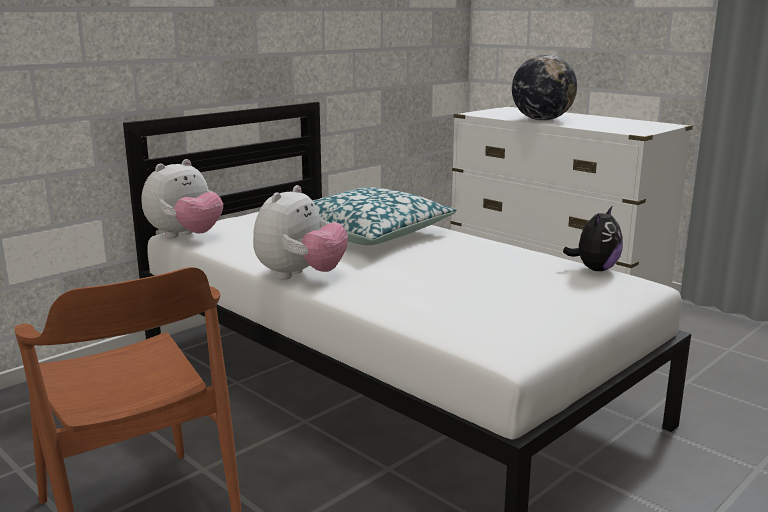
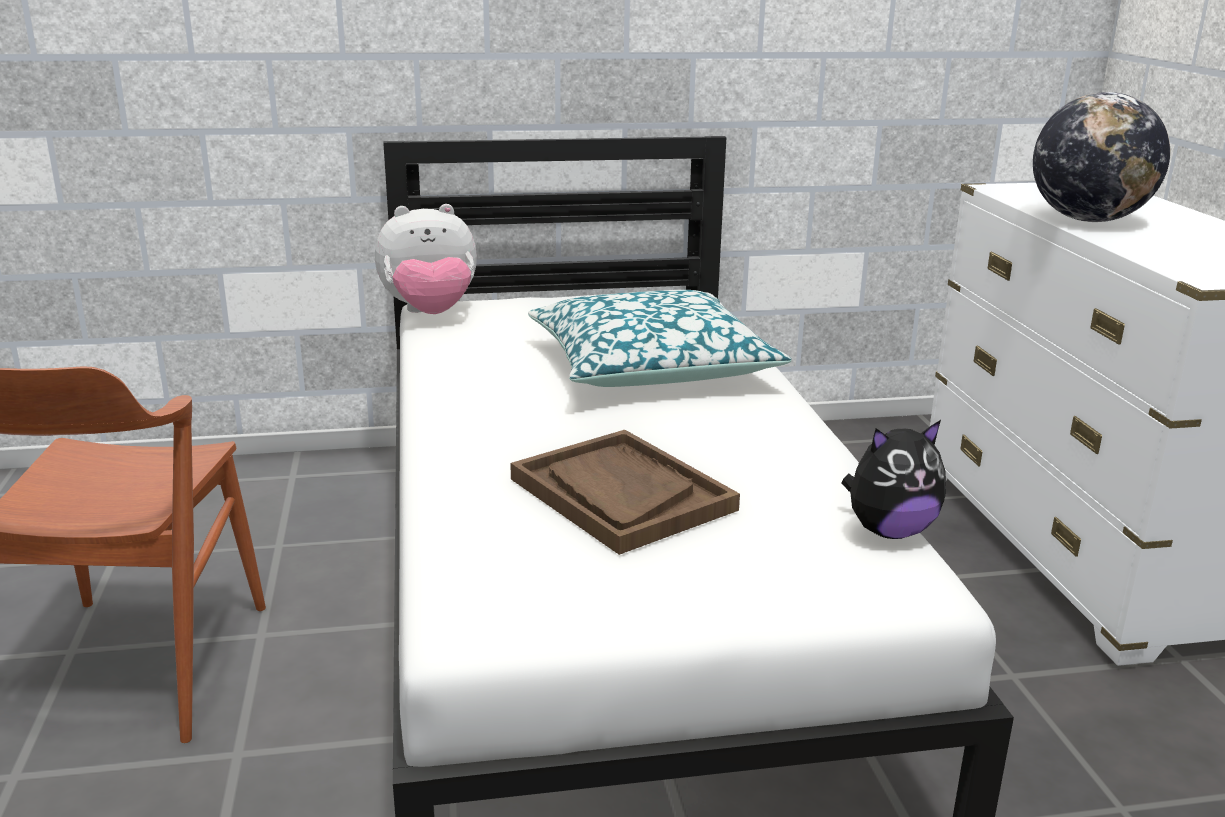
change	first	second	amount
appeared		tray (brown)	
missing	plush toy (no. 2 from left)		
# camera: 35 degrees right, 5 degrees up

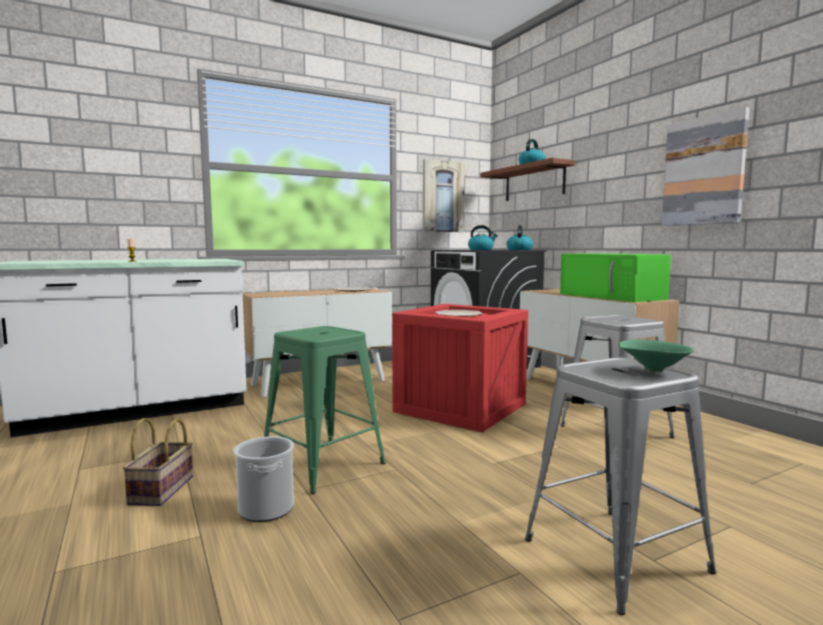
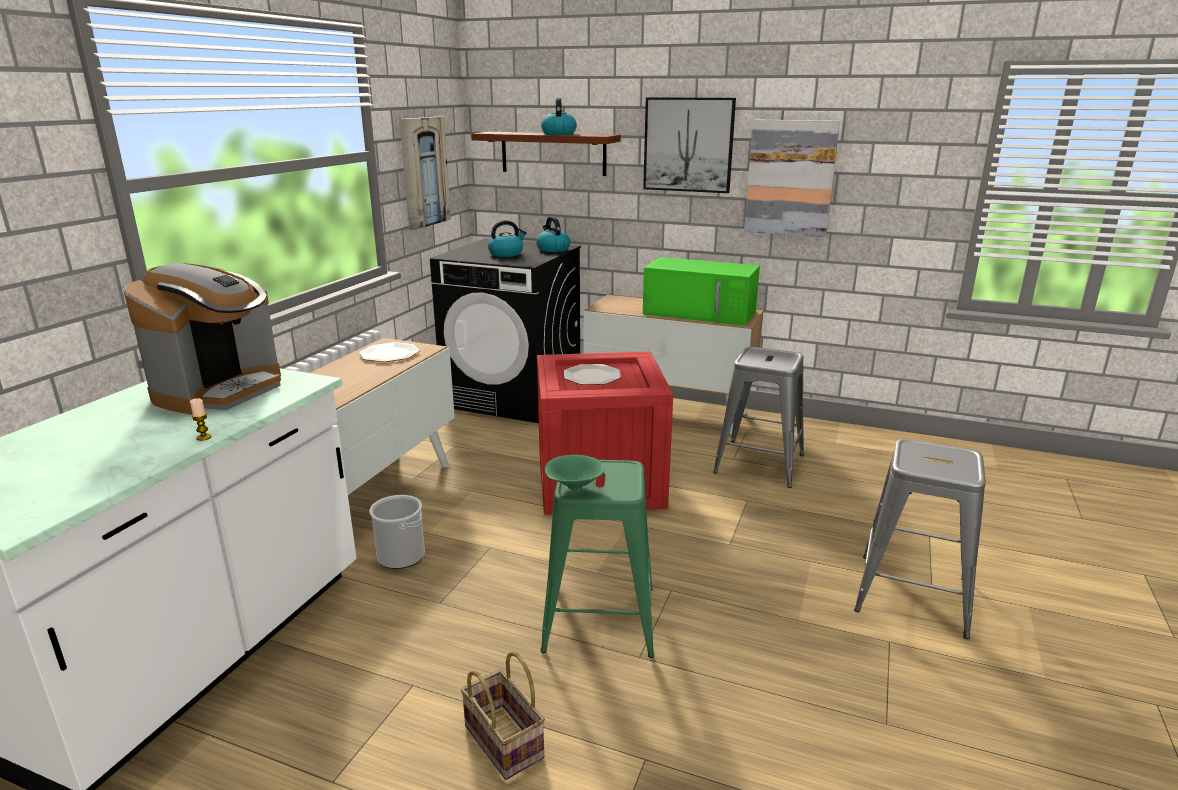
change	first	second	amount
appeared		coffee machine	
relocated	bucket		
relocated	bowl (green)		
appeared		picture (no. 2 from left)	
# camera: 40 degrees left, 15 degrees up

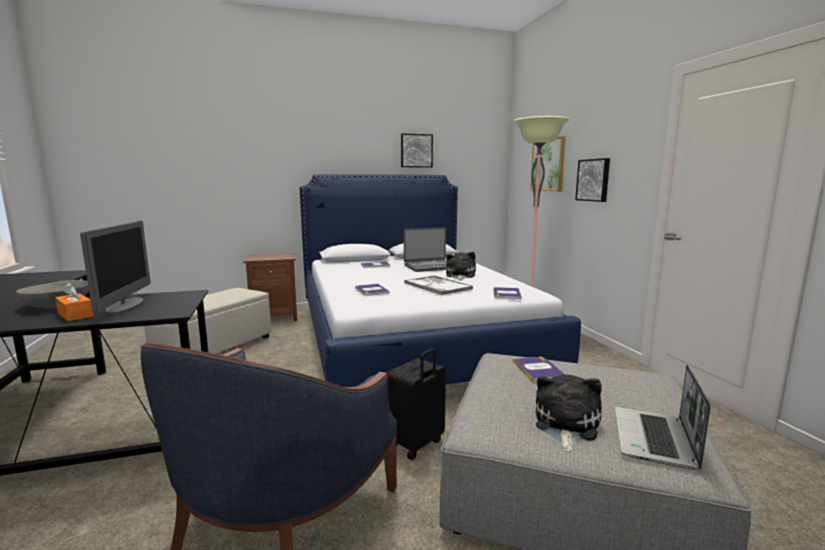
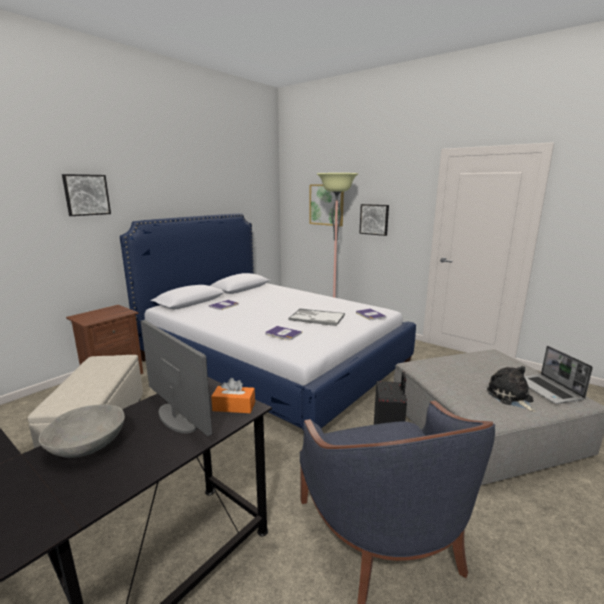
change	first	second	amount
relocated	picture (no. 1 from left)		
relocated	tissue box (orange)		
missing	laptop (no. 1 from left)		
missing	plush toy (no. 1 from left)		
missing	book (no. 4 from left)		
# camera: 35 degrees left, 5 degrees up

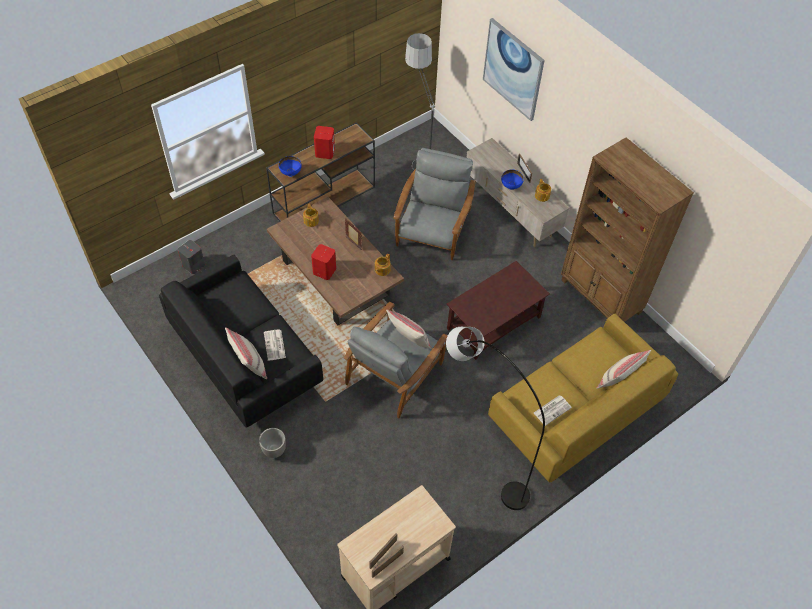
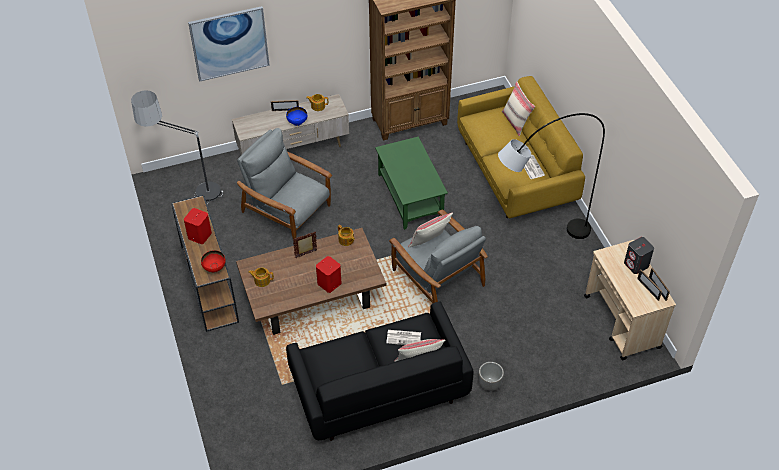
change	first	second	amount
colour	bowl (blue) (no. 1 from left)	bowl (red)	
colour	coffee table (brown) (no. 2 from left)	coffee table (green)	
relocated	speaker (grey)		
# camera: 70 degrees left, 5 degrees down

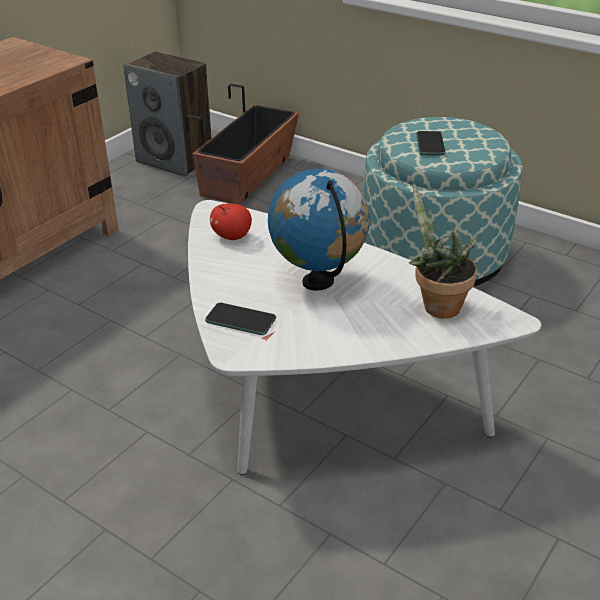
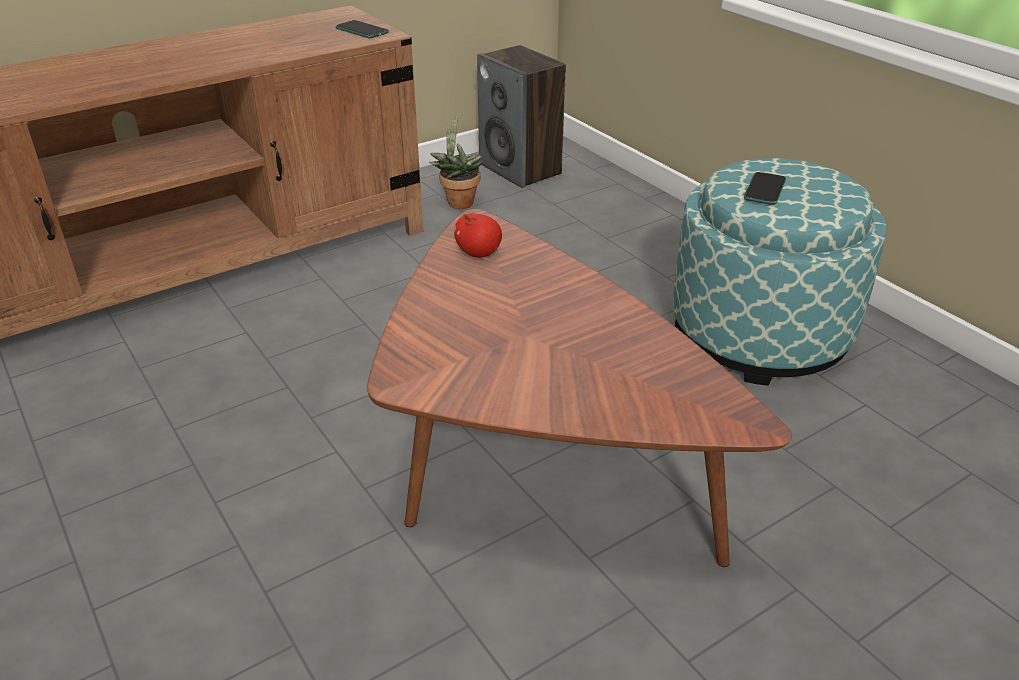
change	first	second	amount
relocated	phone (no. 1 from left)		
colour	coffee table (white)	coffee table (brown)	
relocated	potted plant		
missing	planter		
missing	globe		
# camera: 20 degrees right, 0 degrees up

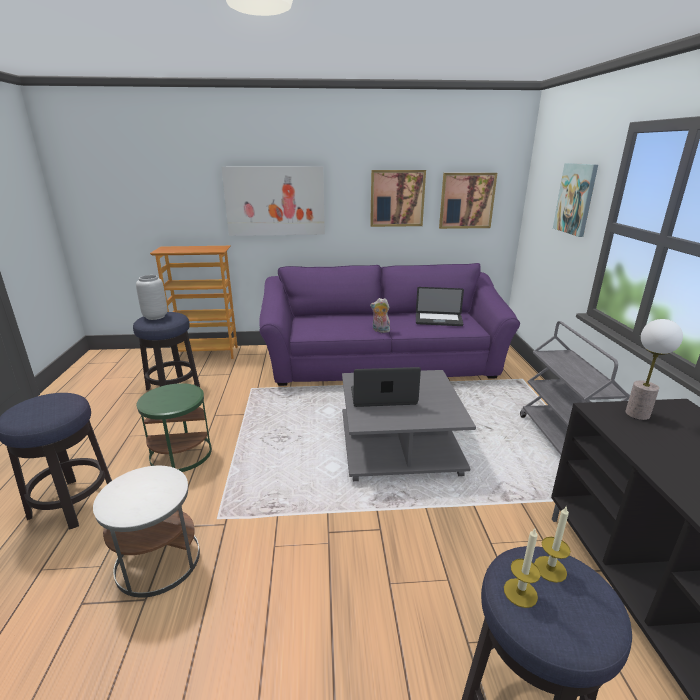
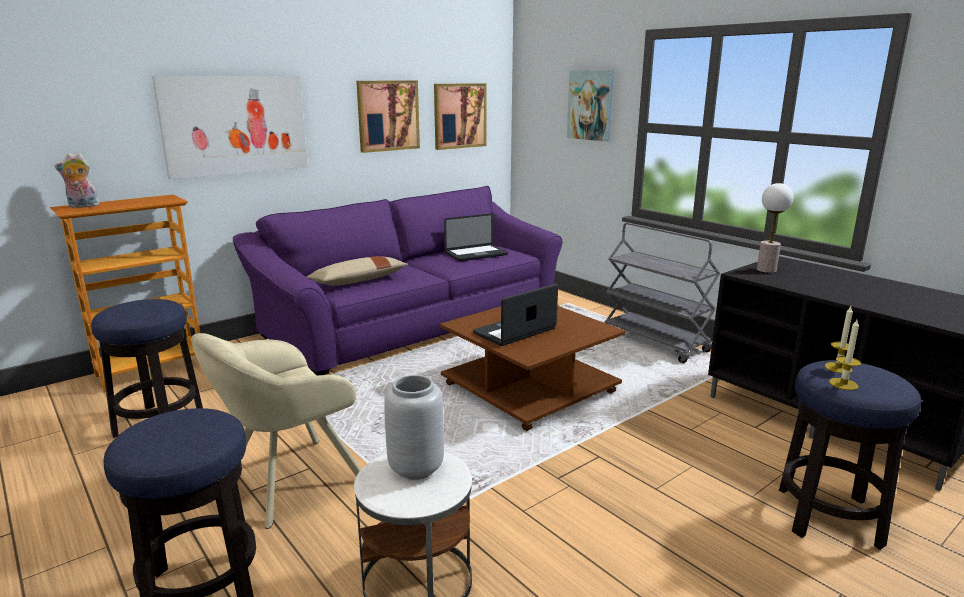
change	first	second	amount
relocated	plush toy		
exchanged	side table (green)	armchair (beige)	
appeared		pillow (beige)	
relocated	vase (grey)		
colour	coffee table (grey)	coffee table (brown)	
# camera: 35 degrees left, 5 degrees down

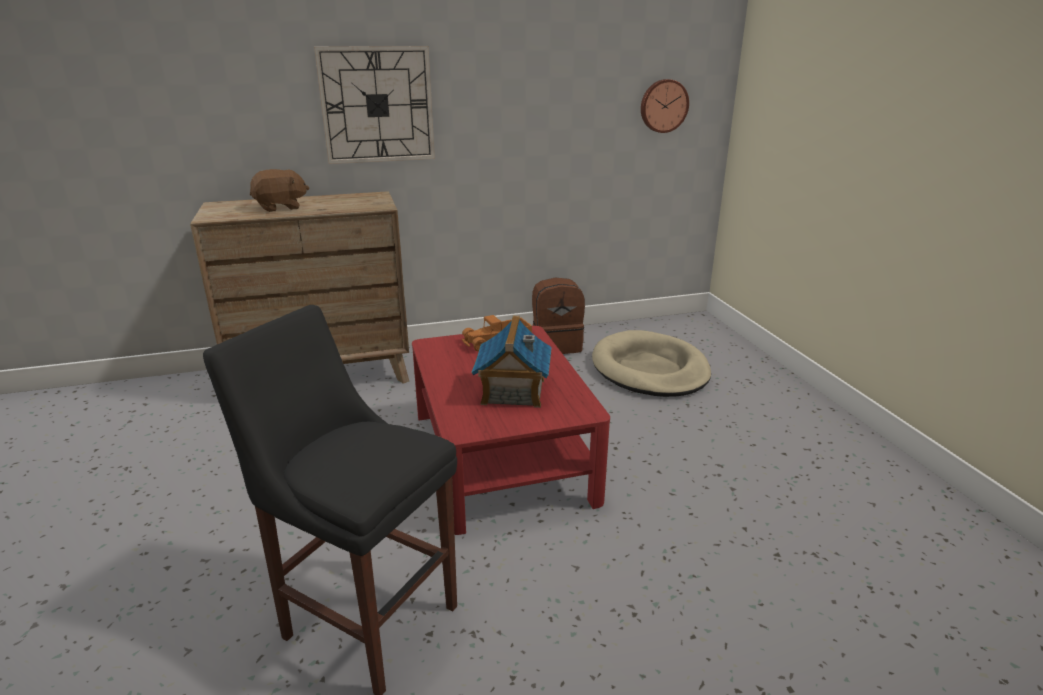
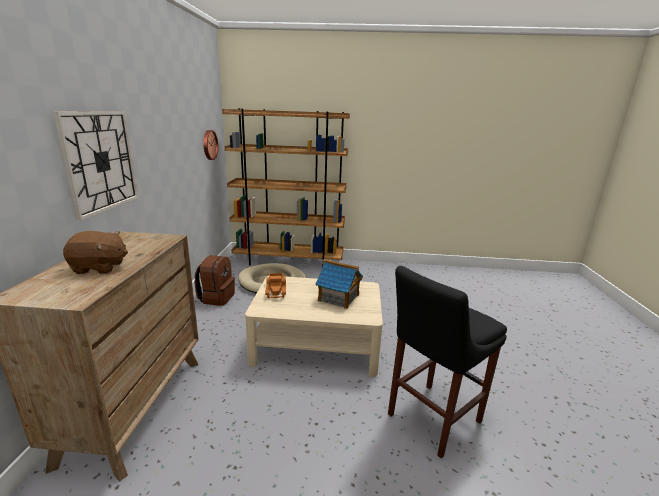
change	first	second	amount
spun	plush toy (brown)		90 degrees clockwise
appeared		bookcase (brown)	
colour	coffee table (red)	coffee table (beige)	
# camera: 70 degrees left, 5 degrees down

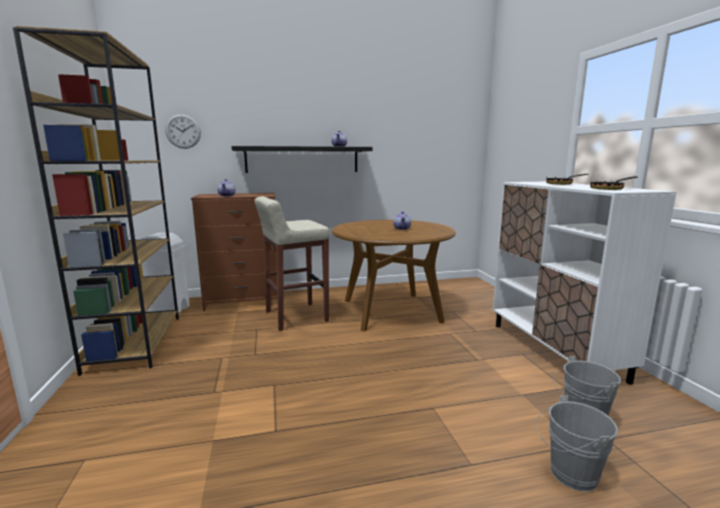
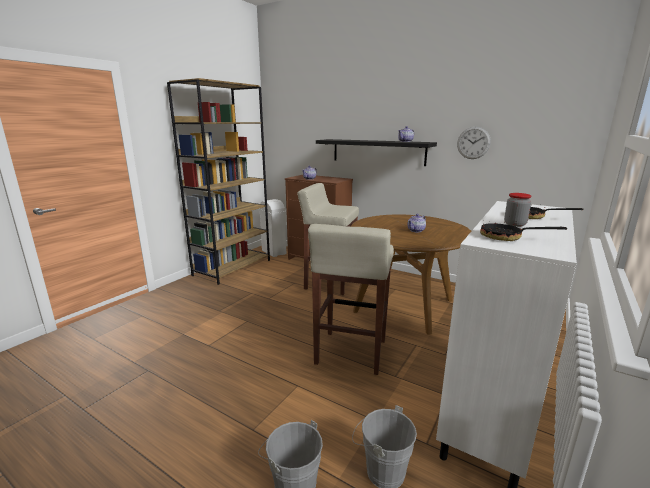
change	first	second	amount
appeared		stool (beige) (no. 2 from left)	
relocated	wall clock		
appeared		jar	
# camera: 45 degrees right, 5 degrees up

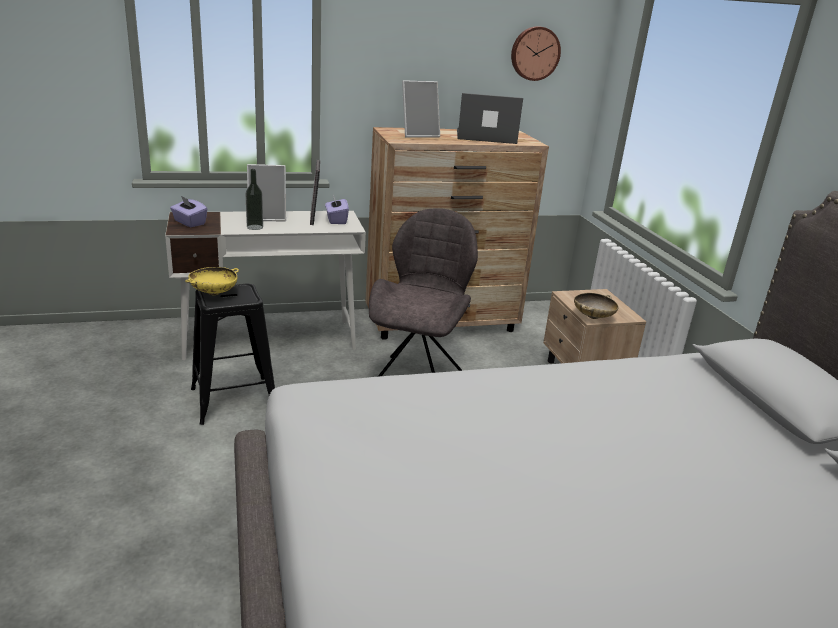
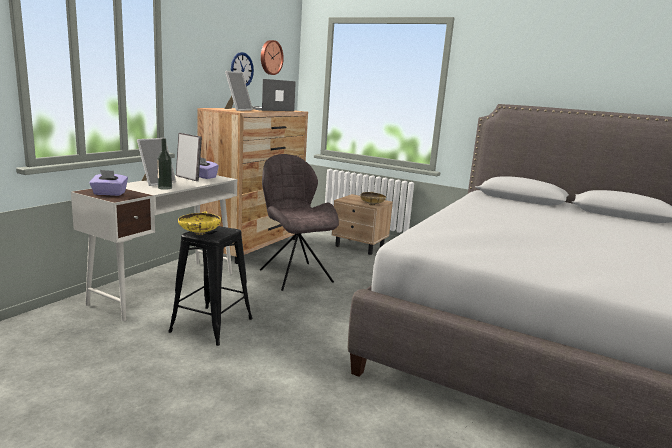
change	first	second	amount
appeared		wall clock (no. 1 from left)	
# camera: 45 degrees left, 10 degrees down

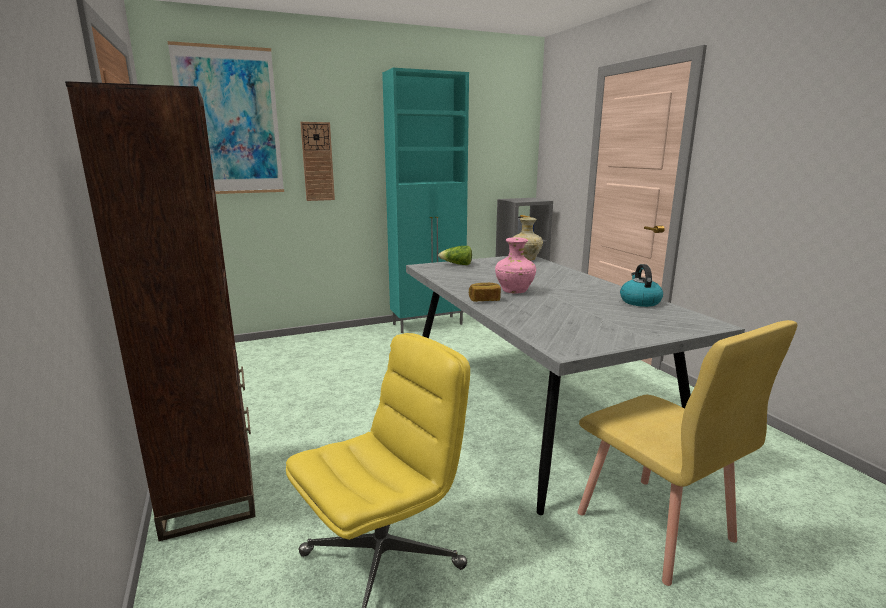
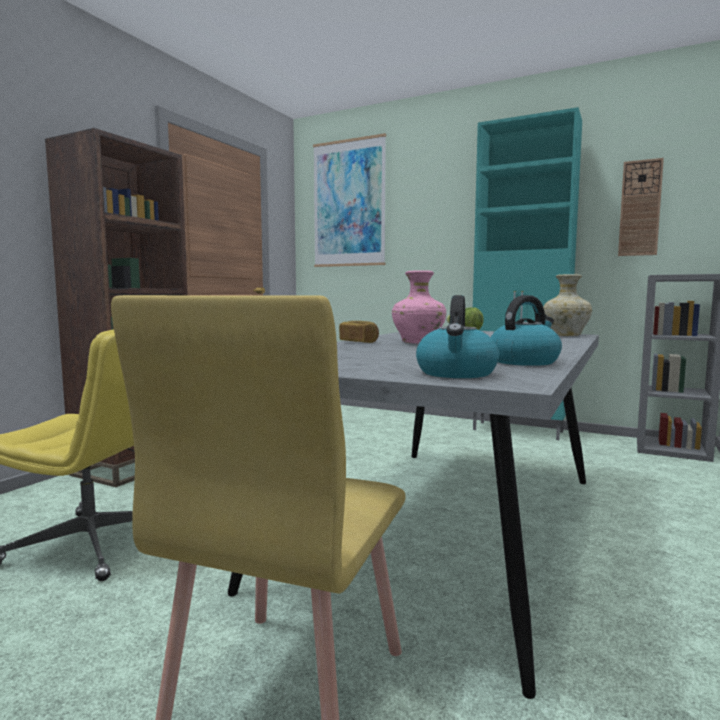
change	first	second	amount
appeared		kettle (no. 1 from left)	
relocated	wall clock		
# camera: 50 degrees right, 10 degrees down

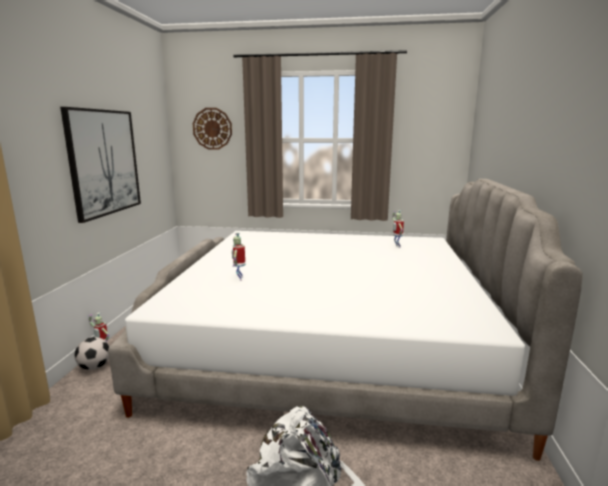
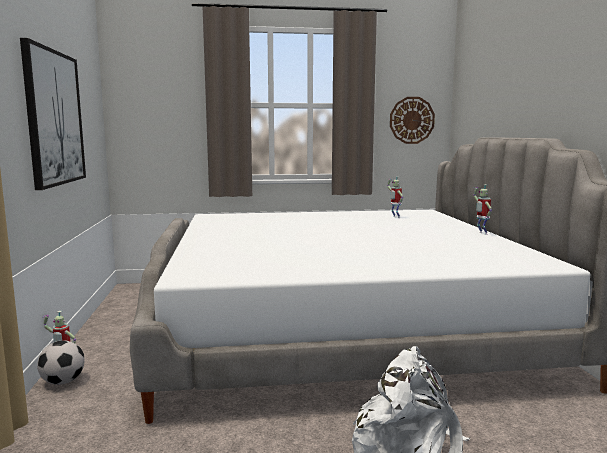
change	first	second	amount
relocated	wall clock		
relocated	toy robot (no. 2 from left in the first image)	toy robot (no. 3 from left)	
# camera: 15 degrees left, 5 degrees down

